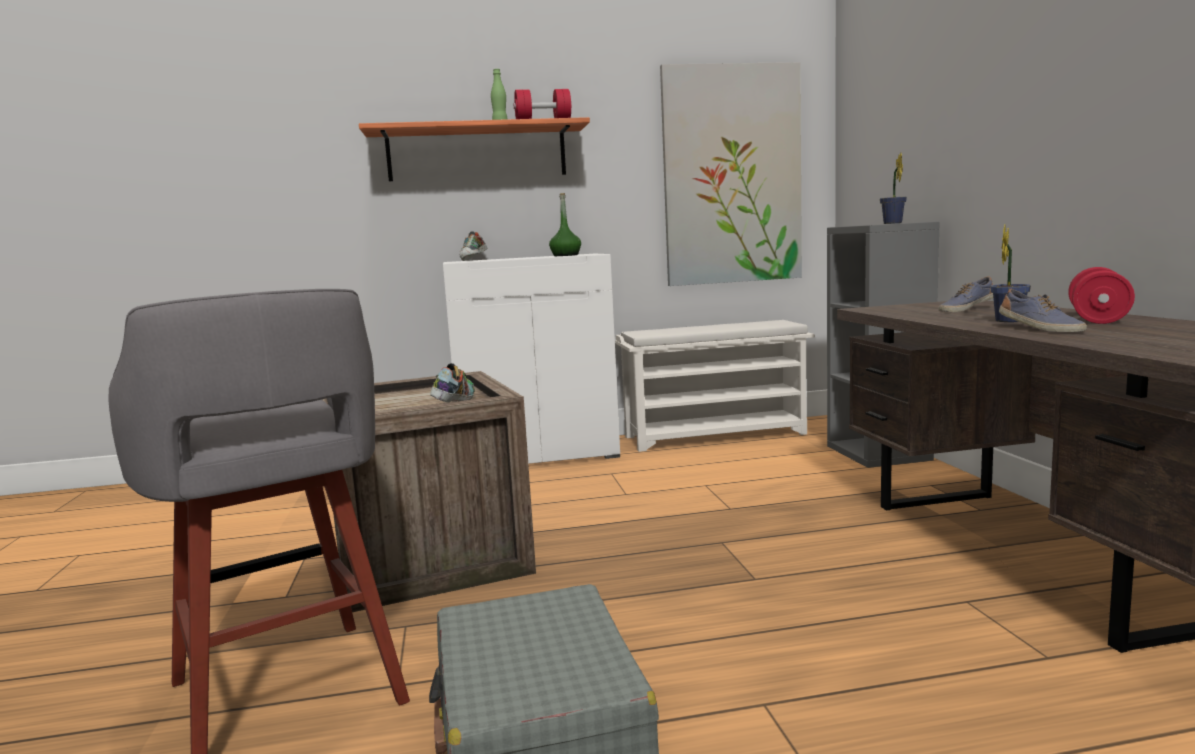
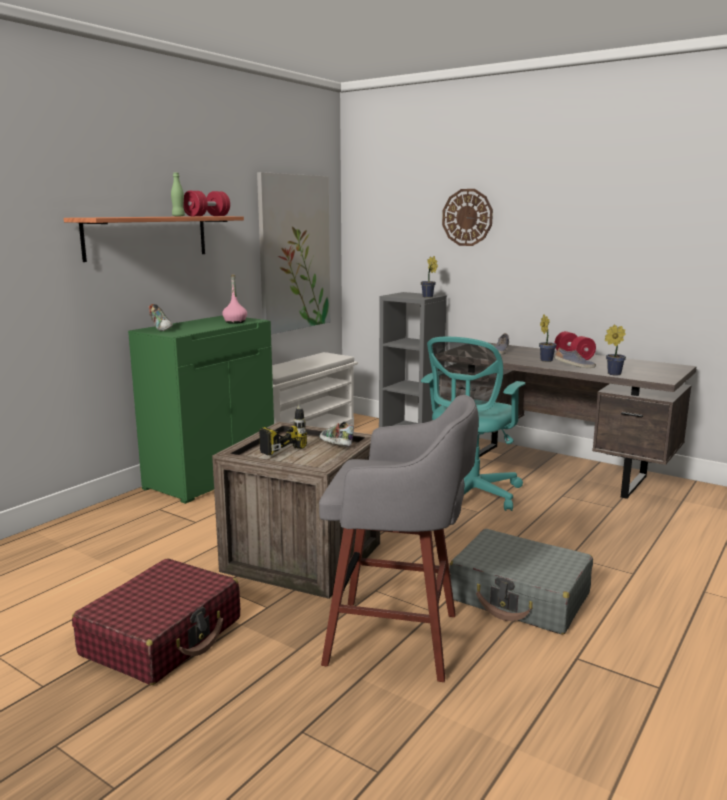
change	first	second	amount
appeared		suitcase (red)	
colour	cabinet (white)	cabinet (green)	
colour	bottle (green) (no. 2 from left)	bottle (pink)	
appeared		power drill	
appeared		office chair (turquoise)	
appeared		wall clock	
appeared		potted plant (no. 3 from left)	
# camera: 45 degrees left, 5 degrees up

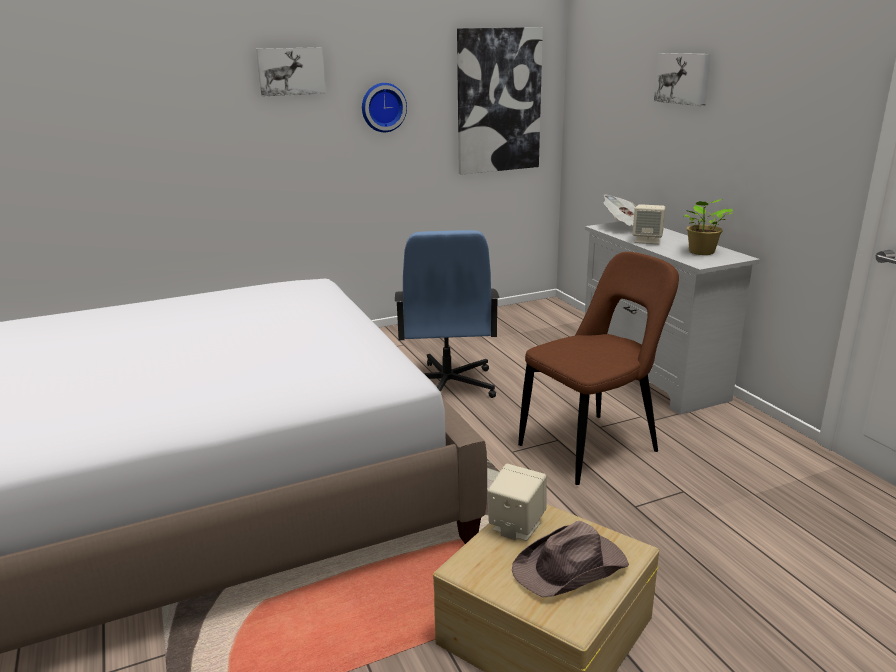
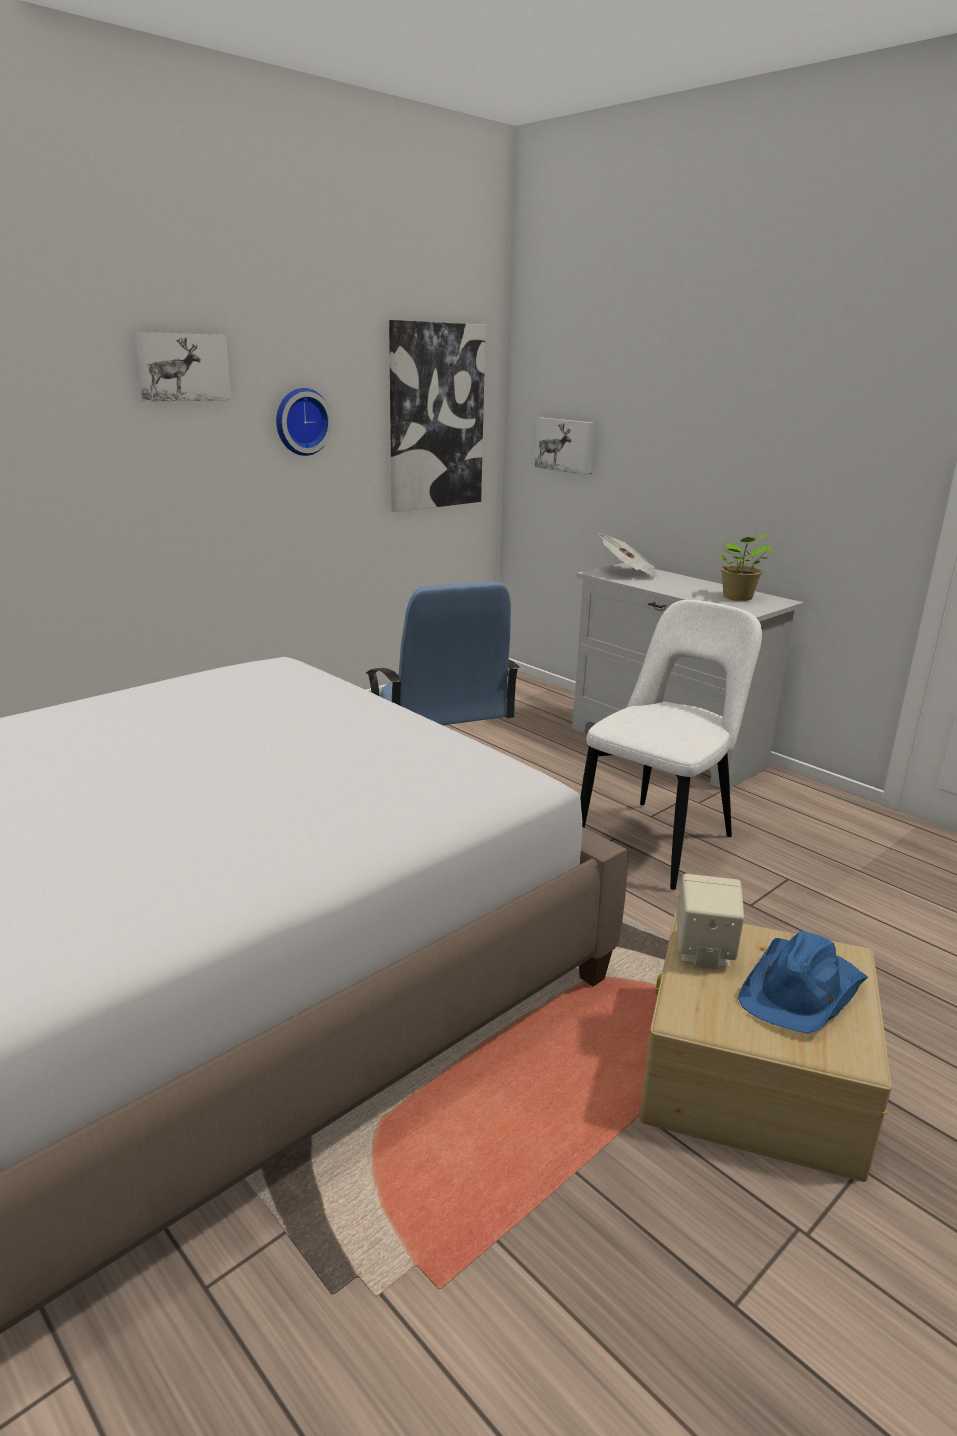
change	first	second	amount
relocated	picture (no. 3 from left)		
colour	chair (brown)	chair (white)	
colour	hat (brown)	hat (blue)	
missing	speaker (beige) (no. 2 from left)		
# camera: 20 degrees left, 0 degrees up

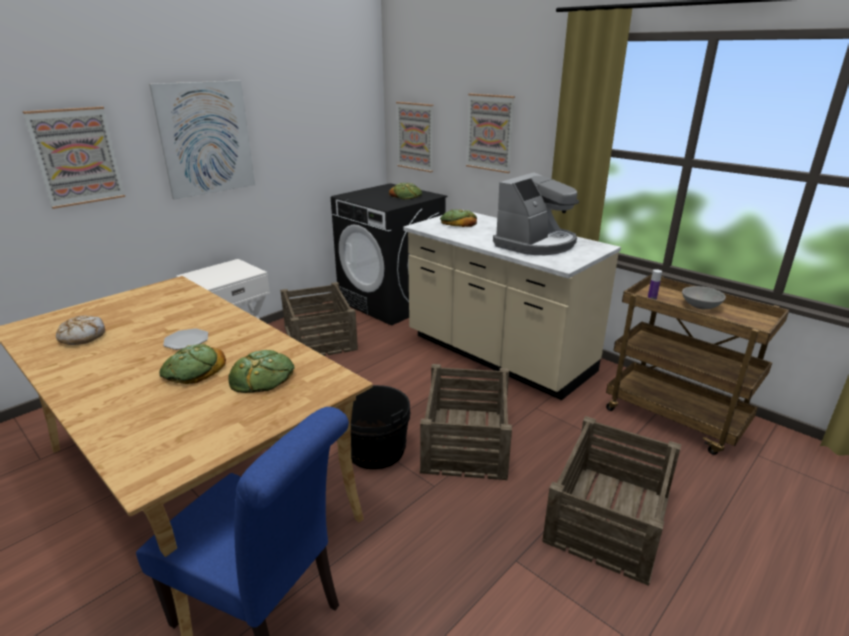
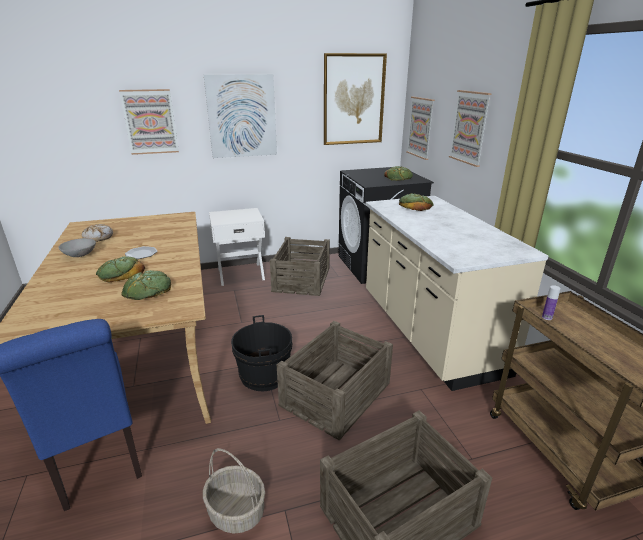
change	first	second	amount
relocated	bowl (grey)		
appeared		basket	
appeared		picture (no. 3 from left)	
missing	coffee machine		
# camera: 30 degrees right, 0 degrees up

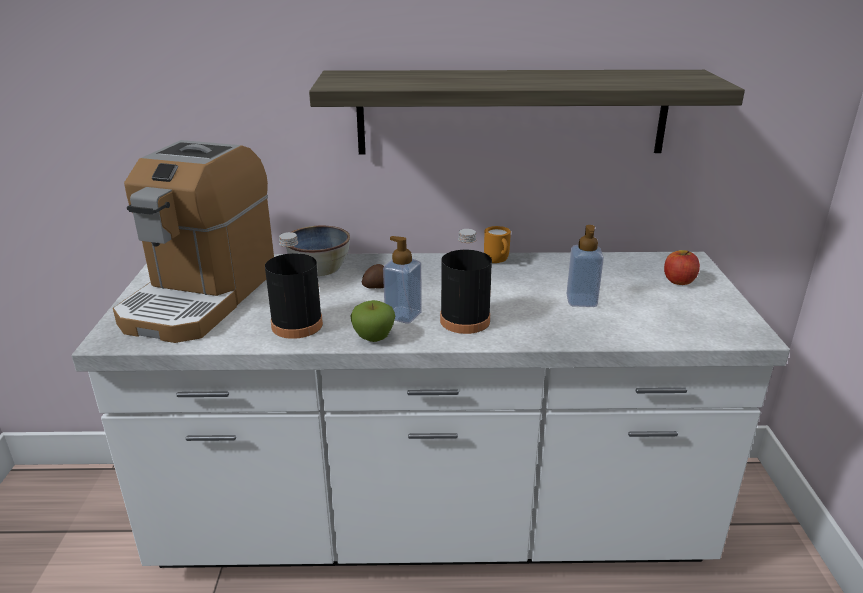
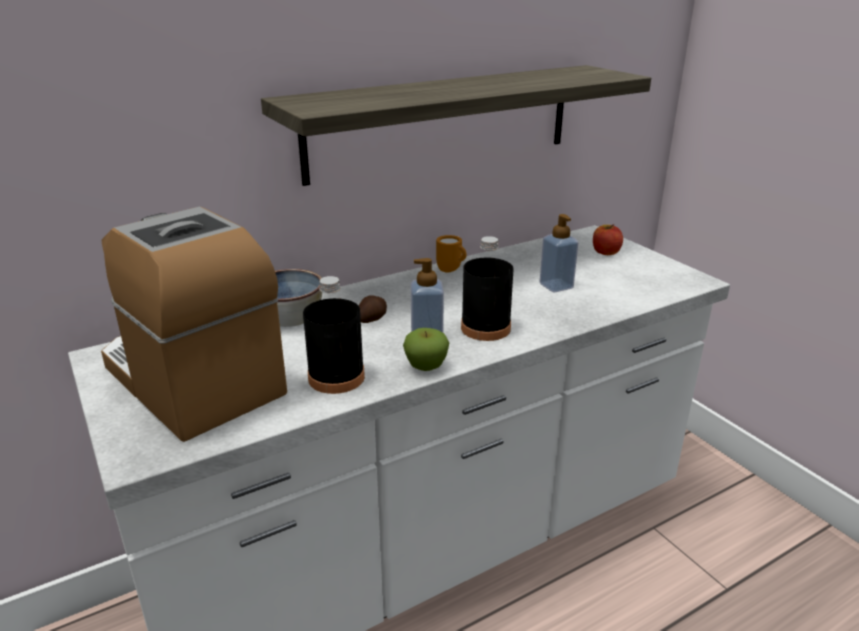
change	first	second	amount
spun	coffee machine		150 degrees clockwise
# camera: 30 degrees left, 0 degrees up

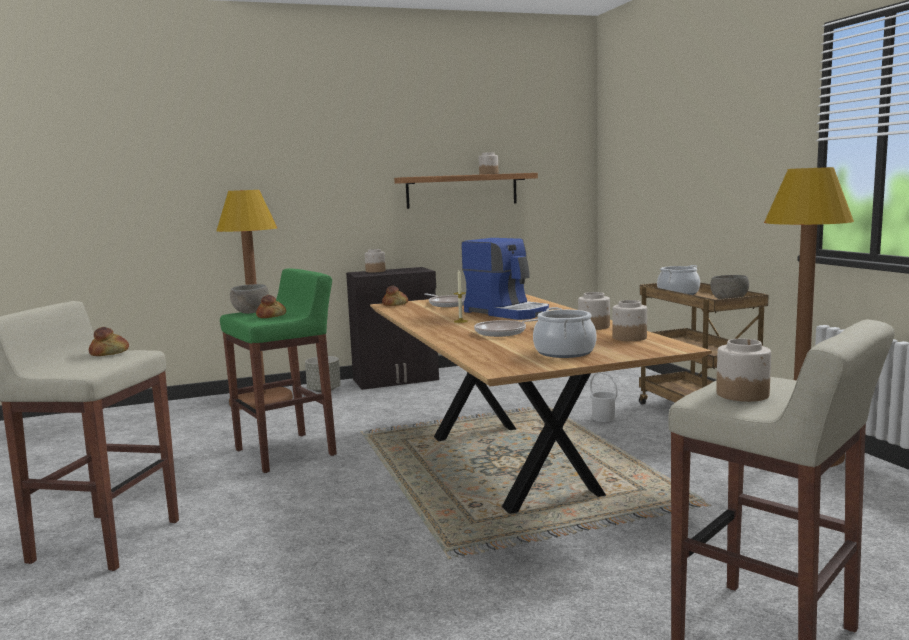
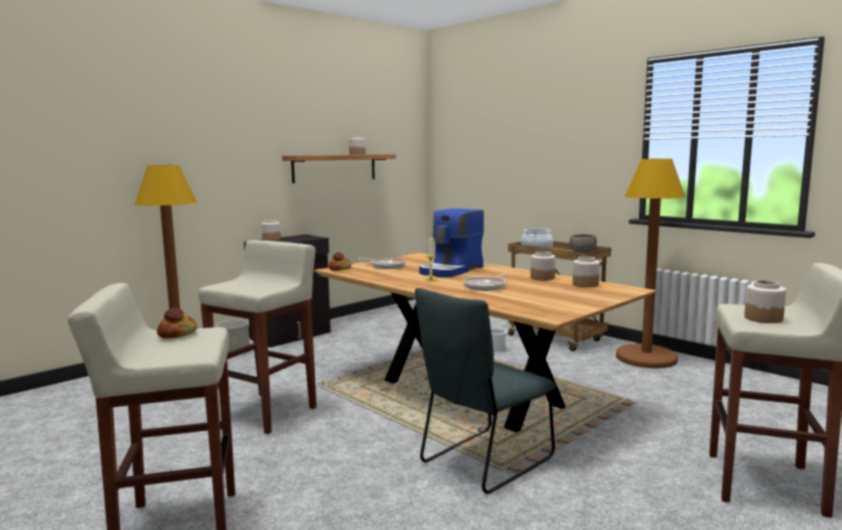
change	first	second	amount
colour	stool (green)	stool (beige) (no. 2 from left)	
appeared		chair (grey)	
spun	coffee machine		105 degrees clockwise
missing	bowl (grey) (no. 1 from left)		
missing	bread (no. 2 from left)		
missing	cooking pot (no. 1 from left)		
# camera: 25 degrees left, 0 degrees up

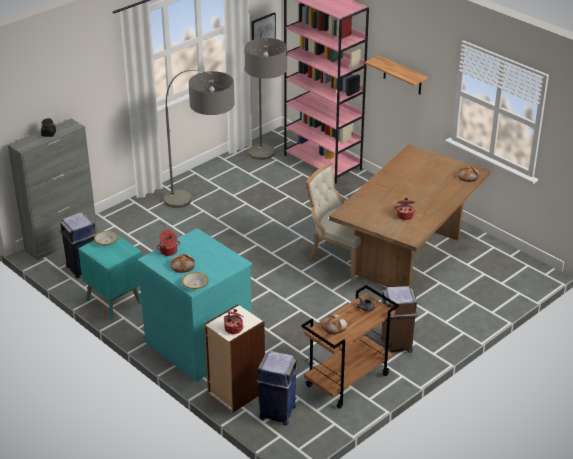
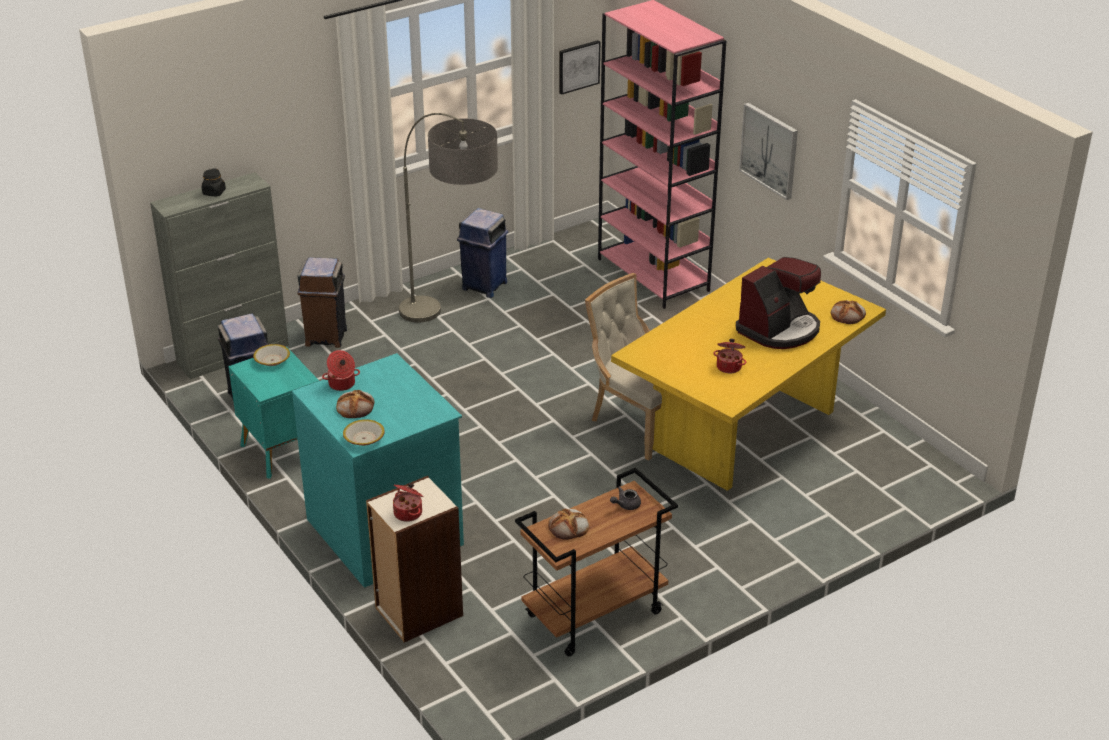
change	first	second	amount
relocated	trash can (brown)		
relocated	trash can (blue) (no. 2 from left)		
colour	dining table (brown)	dining table (yellow)	
appeared		coffee machine	
exchanged	shelf	picture (no. 2 from left)	
missing	floor lamp (no. 2 from left)		
# camera: 10 degrees right, 0 degrees up

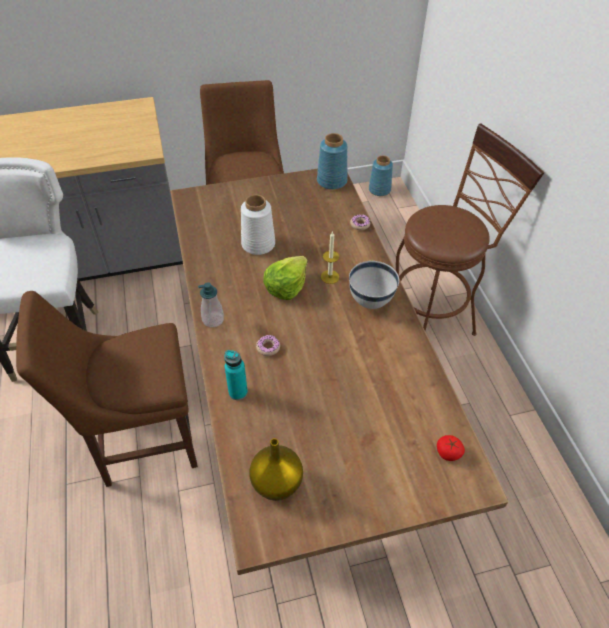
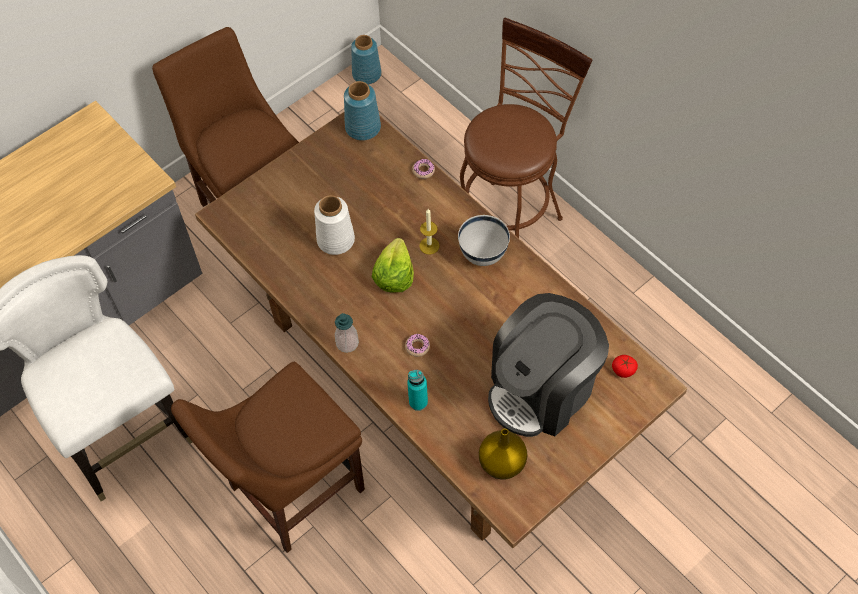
change	first	second	amount
appeared		coffee machine	
# camera: 25 degrees left, 10 degrees up

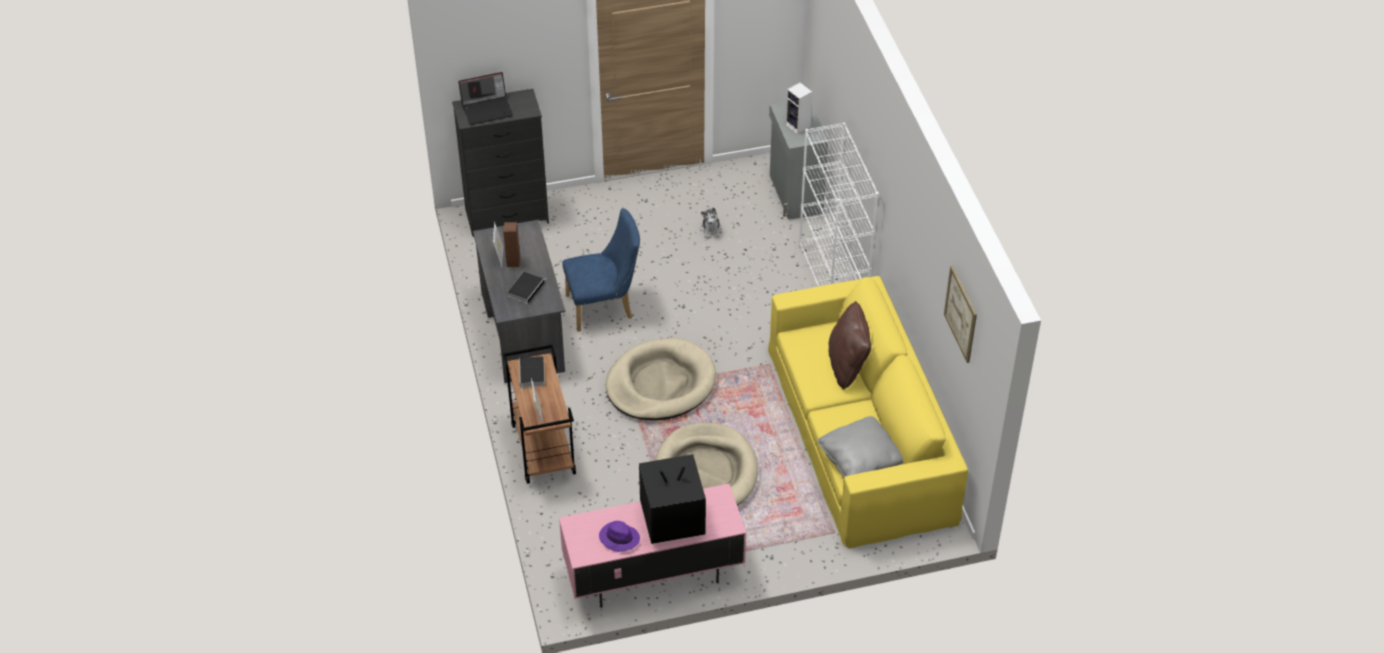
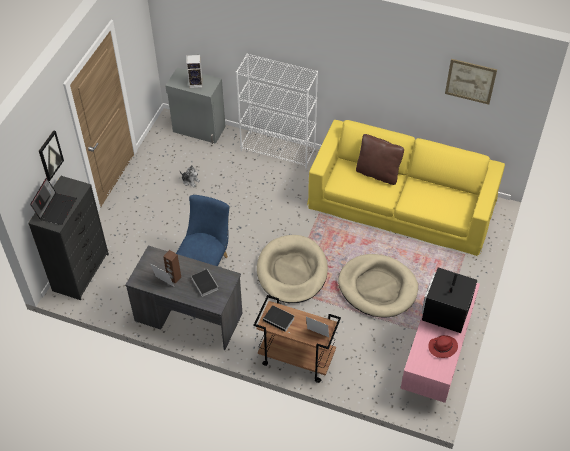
change	first	second	amount
appeared		picture (no. 1 from left)	
colour	hat (purple)	hat (red)	
missing	pillow (grey)		
# camera: 55 degrees left, 5 degrees up

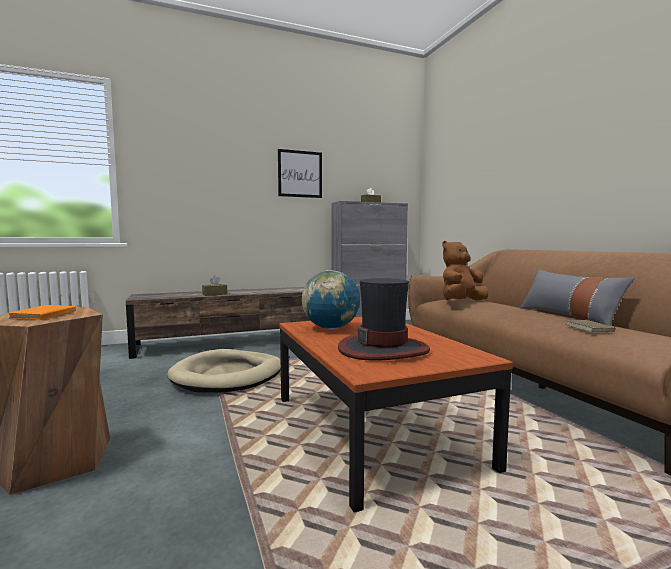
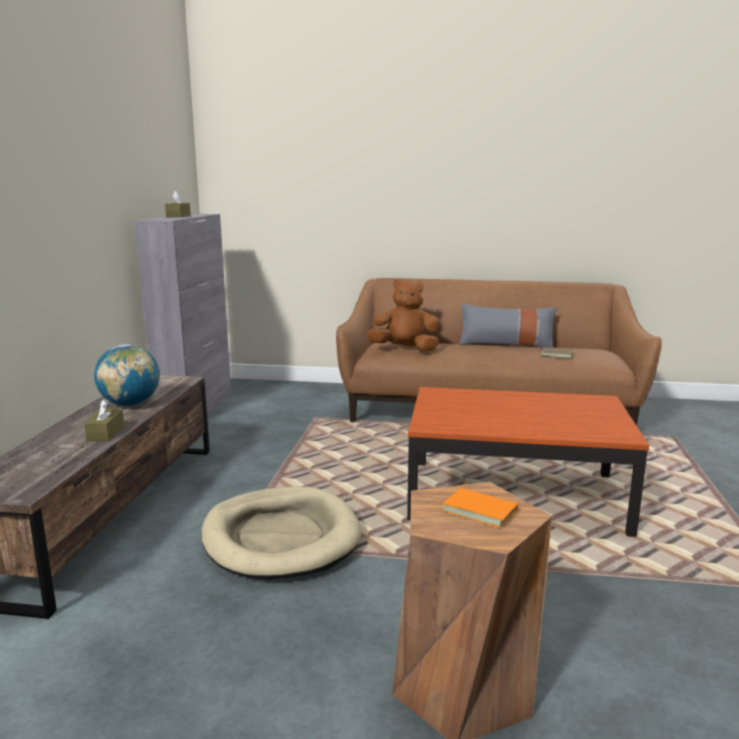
change	first	second	amount
relocated	globe		
spun	plush toy (brown)		105 degrees clockwise
missing	picture		
missing	hat		
# camera: 60 degrees left, 10 degrees up

